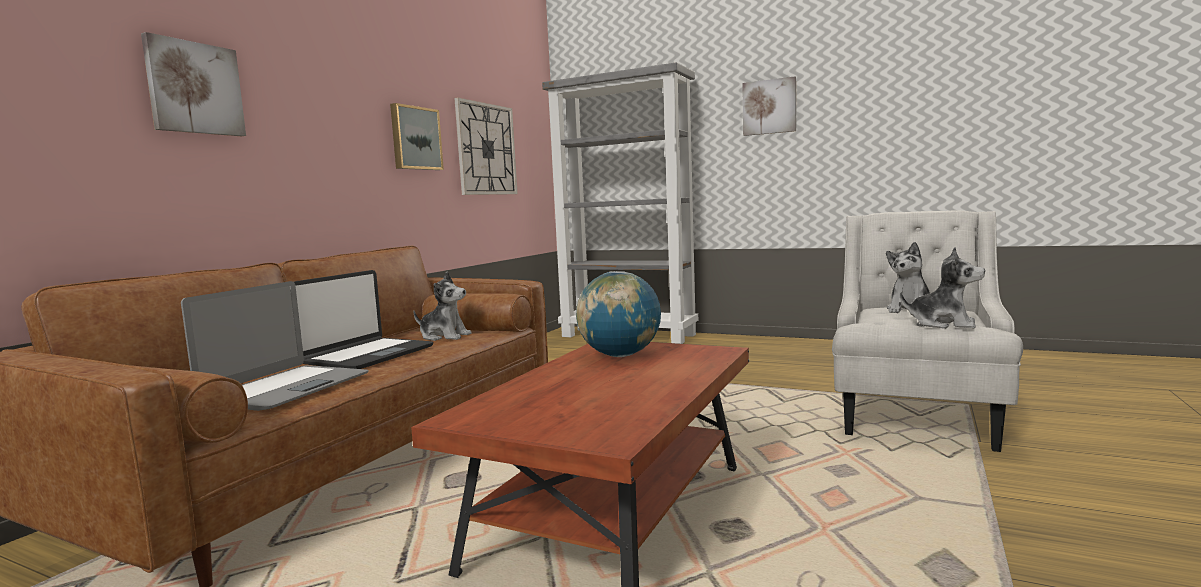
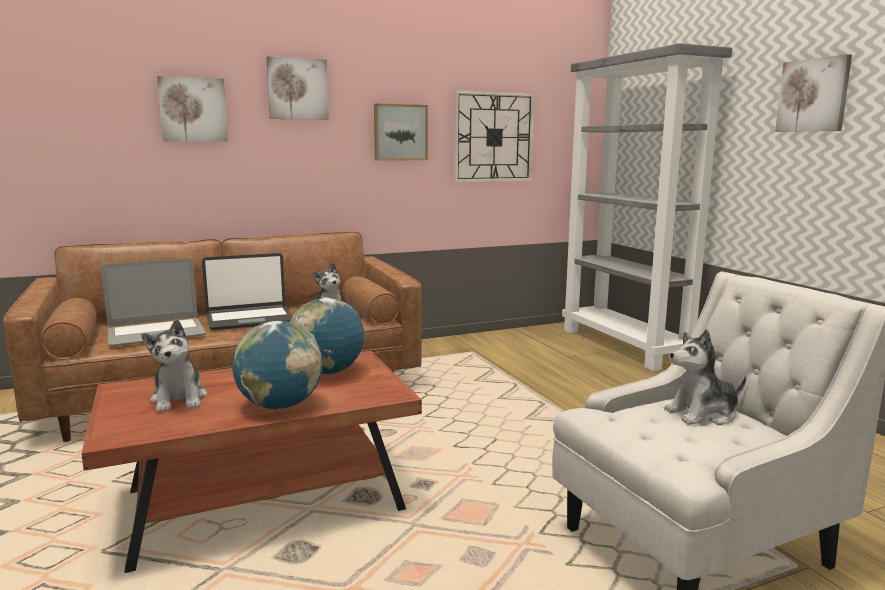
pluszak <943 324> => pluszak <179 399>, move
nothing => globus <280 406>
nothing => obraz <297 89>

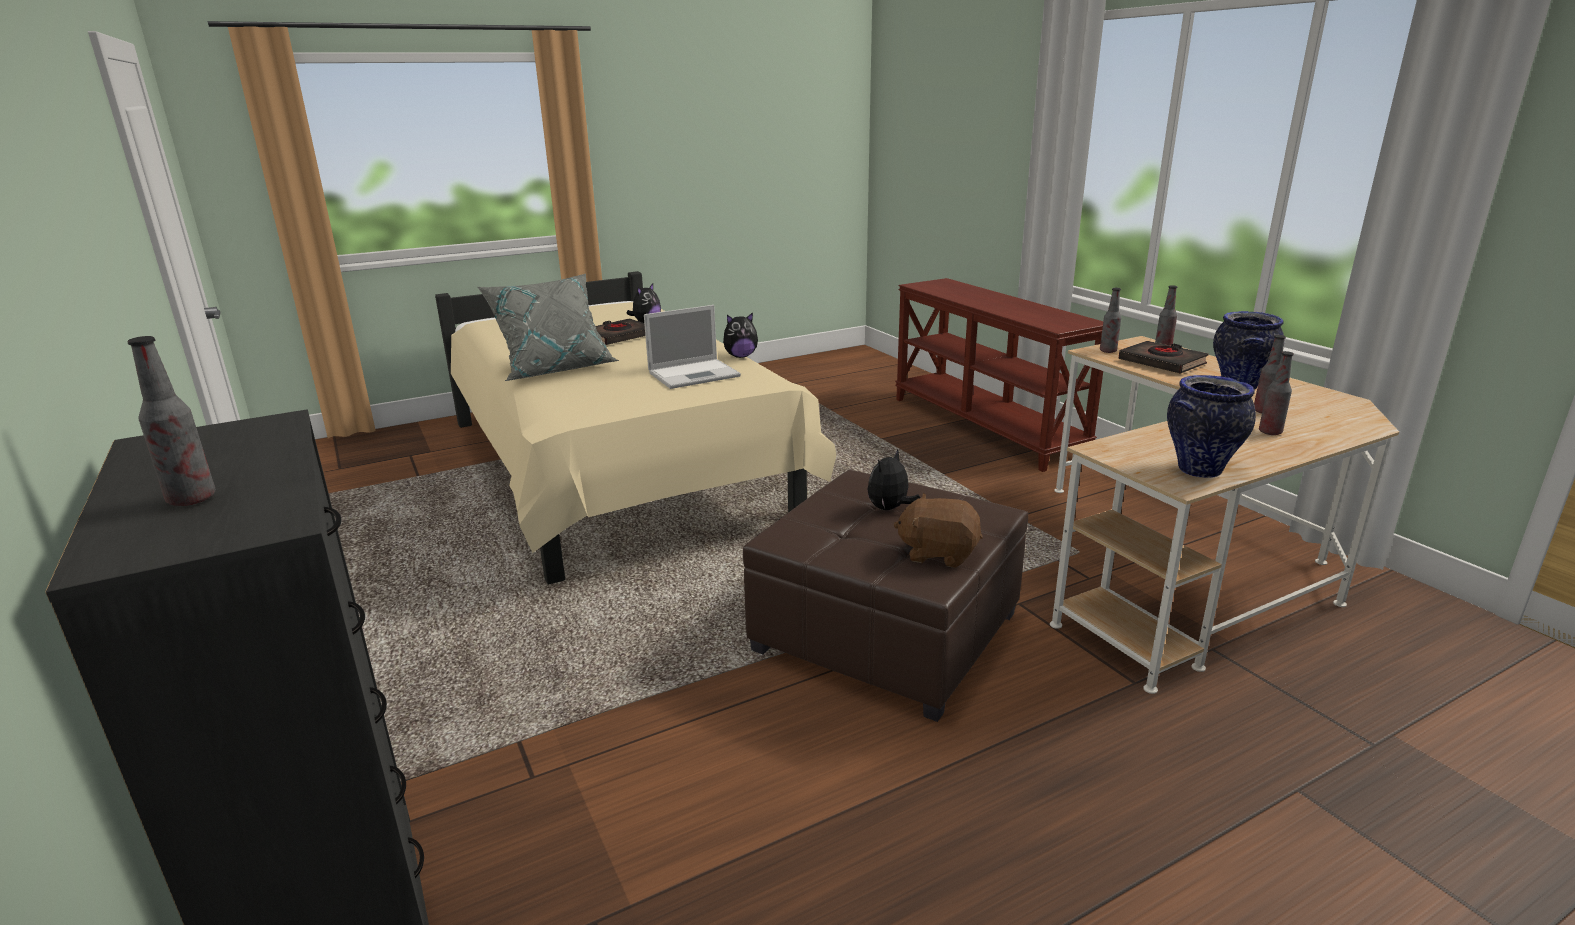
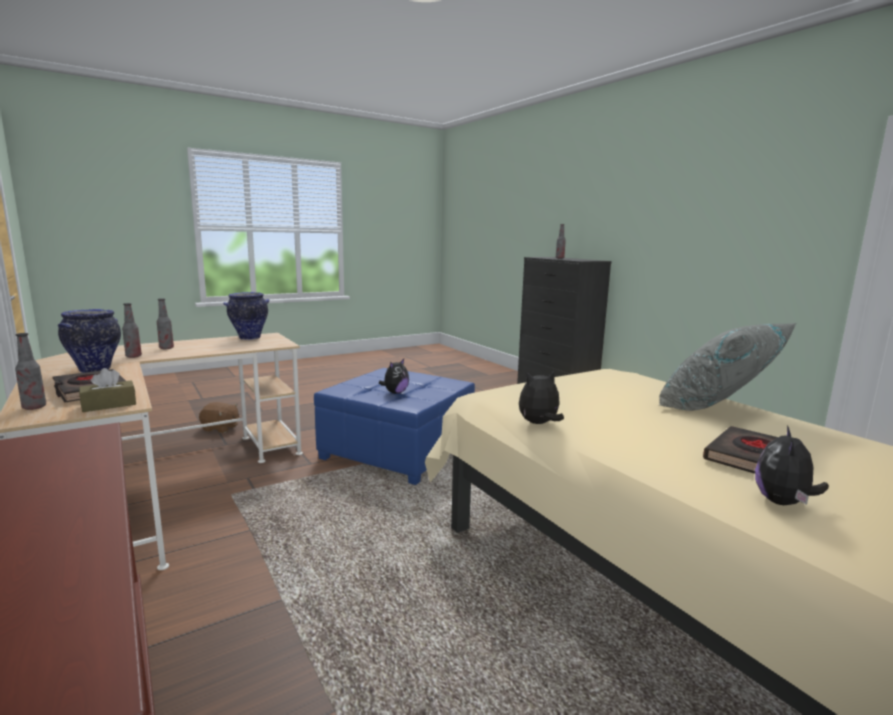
butelka <1108 351> => pudełko chusteczek/brązowy <109 405>
pluszak/brązowy <938 553> => pluszak/brązowy <220 428>, move
pufa/brązowy <887 633> => pufa/niebieski <397 450>
laptop <695 374> => nothing

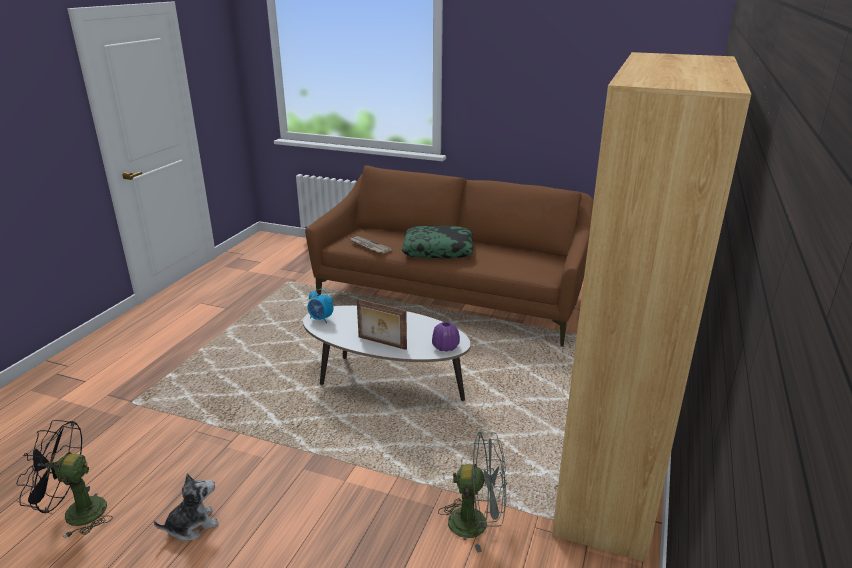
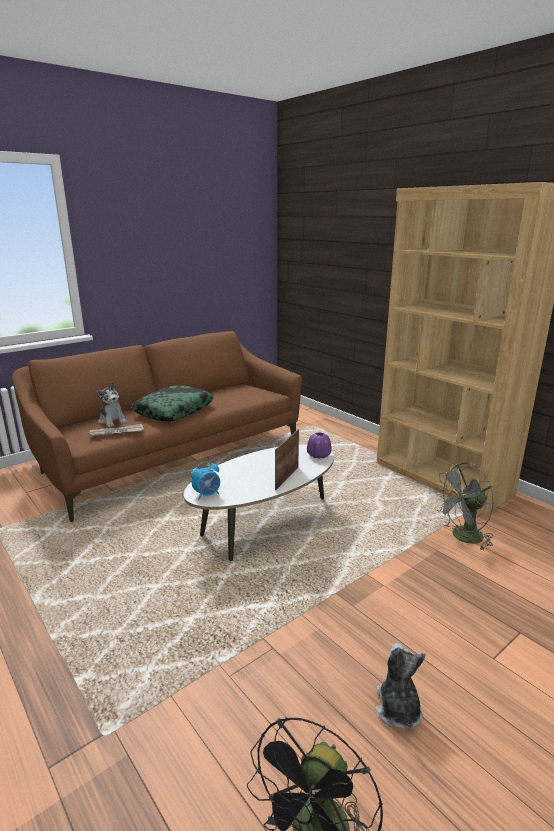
nothing => pluszak <112 421>
ramka na zdjęcie <381 343> => ramka na zdjęcie <286 477>, 150 degrees clockwise
wentylator/szary <477 523> => wentylator/szary <462 538>, 150 degrees counterclockwise

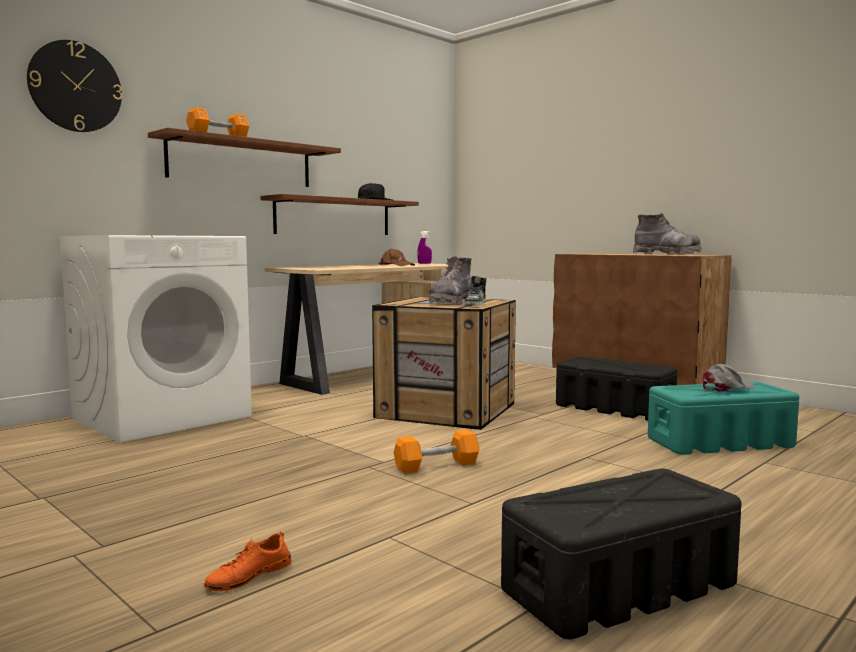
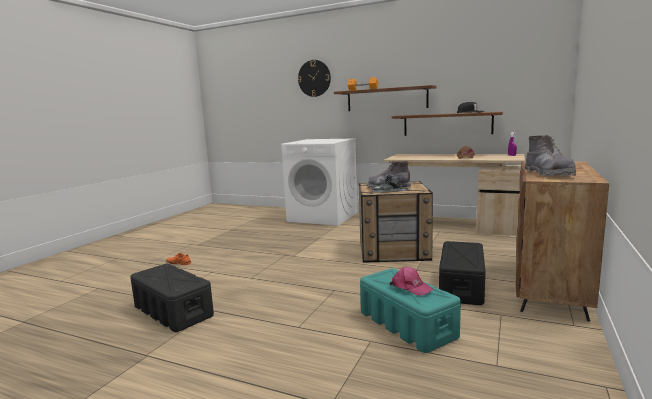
czapka z daszkiem/szary <726 388> => czapka z daszkiem/różowy <411 287>
hantel/pomarańczowy <436 466> => nothing

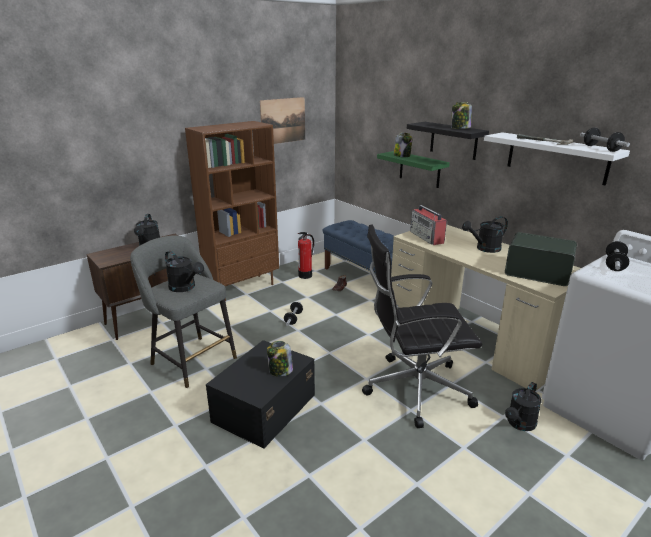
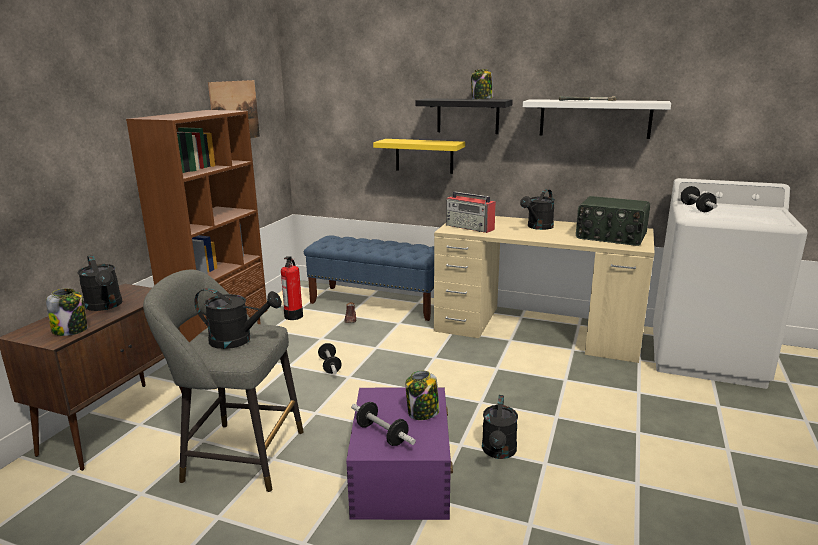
słoik <402 156> => słoik <71 330>, move
pojemnik do przechowywania/czarny <263 408> => pojemnik do przechowywania/fioletowy <400 476>
hantel <601 148> => hantel <382 434>, move
półka/zielony <419 169> => półka/żółty <424 156>
konewka/czarny <519 424> => konewka/czarny <499 452>, move
radio <537 272> => radio <610 237>, 150 degrees counterclockwise
krzesło biurowe/czarny <414 389> => nothing

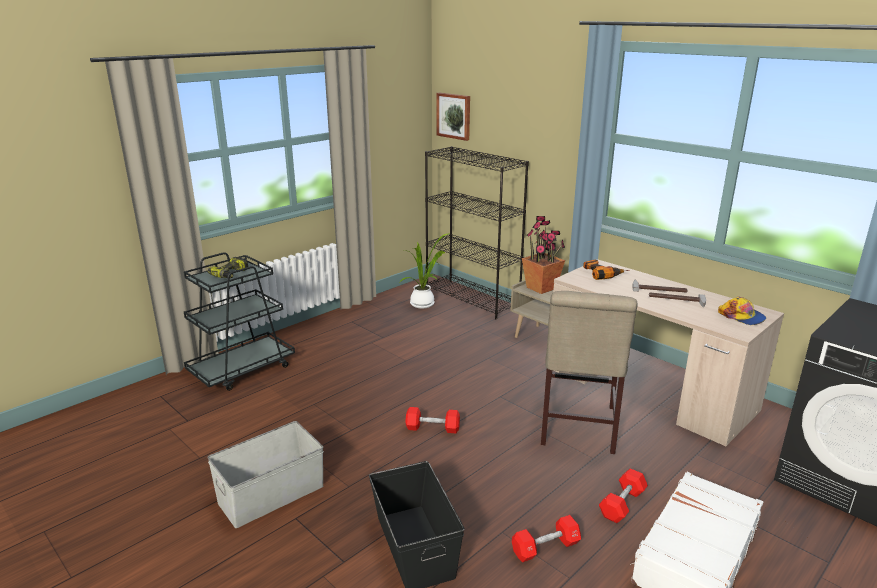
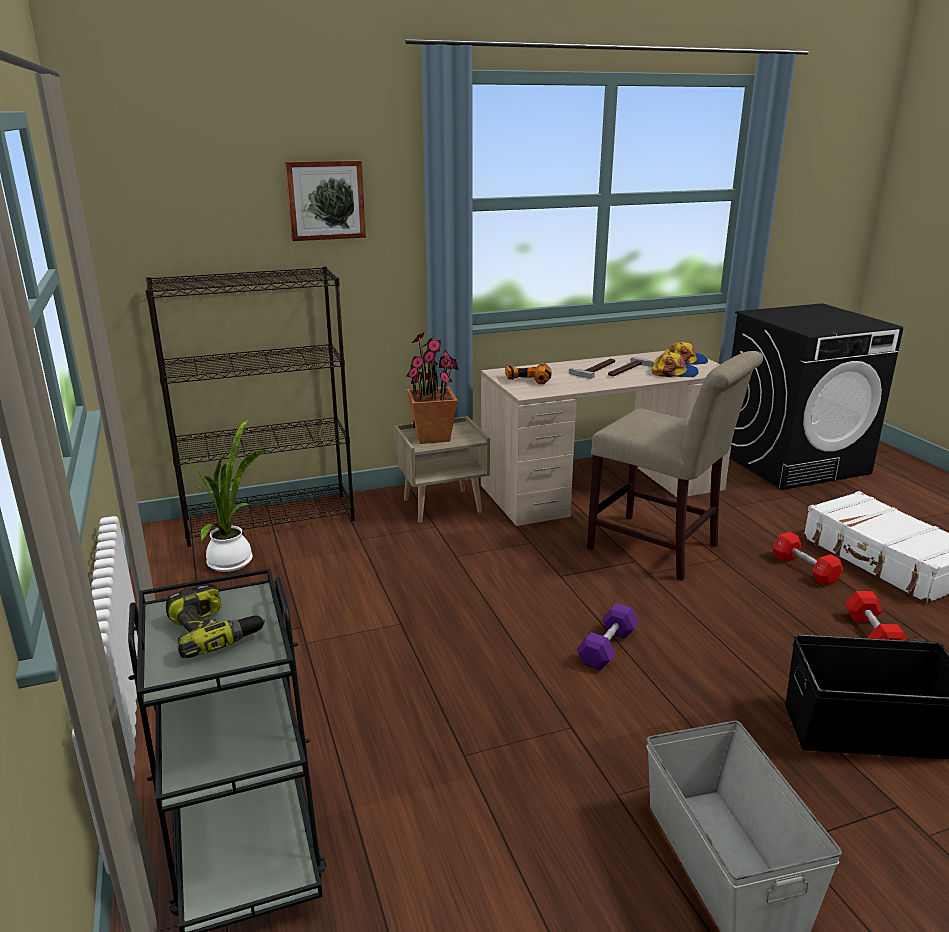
obraz <454 116> => obraz <325 200>, move
hantel/czerwony <432 428> => hantel/fioletowy <607 648>
nothing => czapka z daszkiem <674 372>

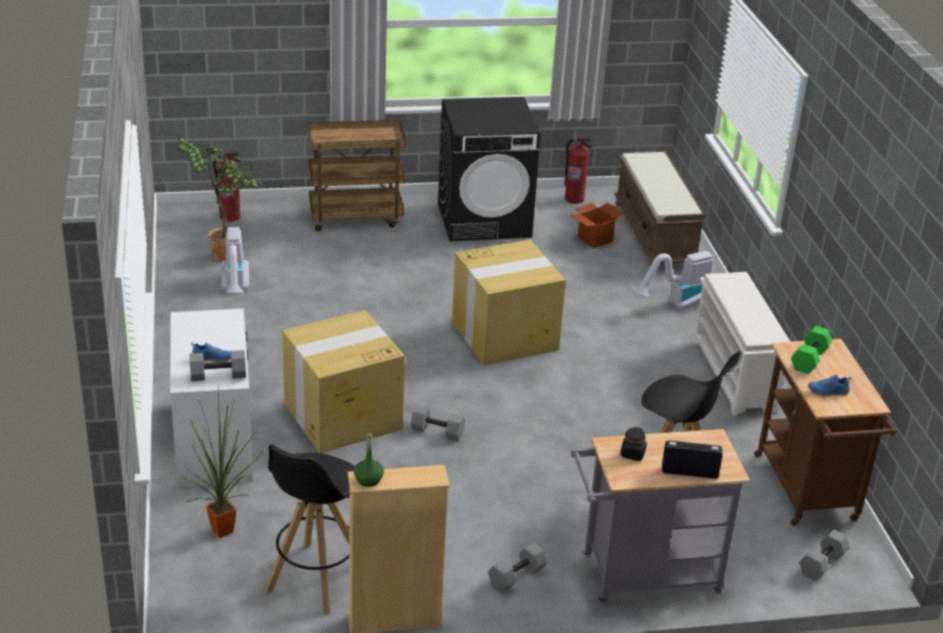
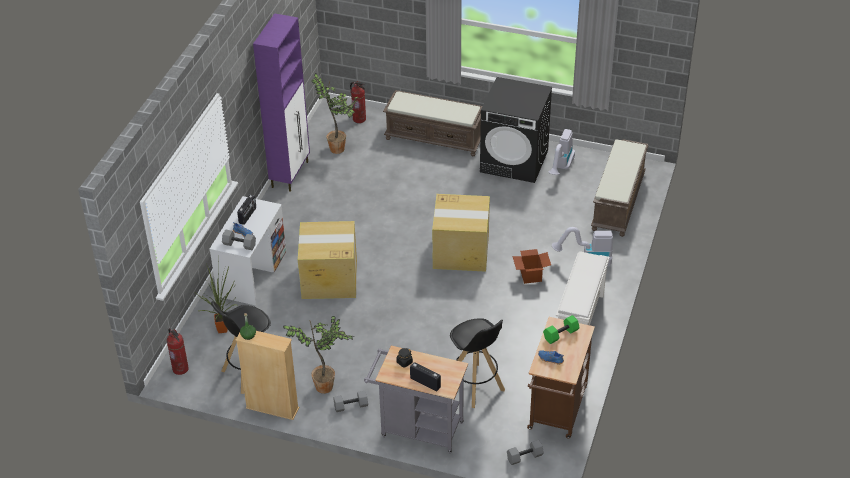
gaśnica <574 199> => gaśnica <180 369>, move
nothing => radio <248 216>
nothing => szafka/fioletowy <290 174>
nothing => roślina doniczkowa <326 385>
wózek/brązowy <356 217> => ławka/brązowy <435 138>
karton <595 239> => karton <531 276>, move
odkurzacz <235 290> => odkurzacz <561 168>, move
hantel/szary <436 432> => nothing

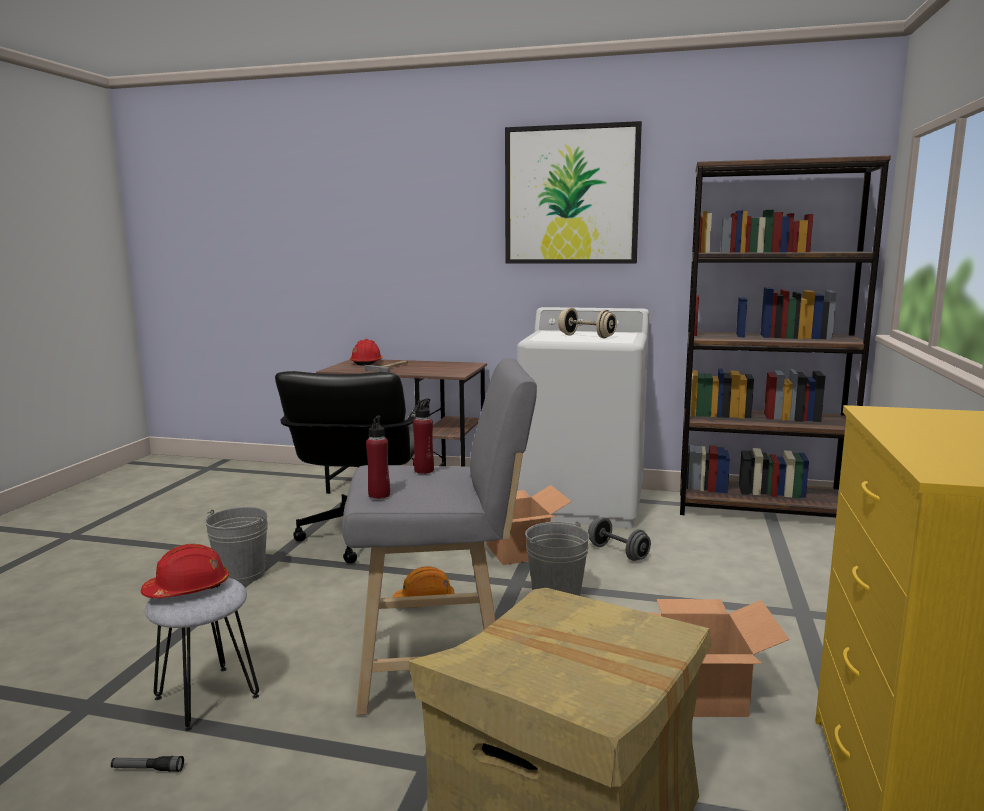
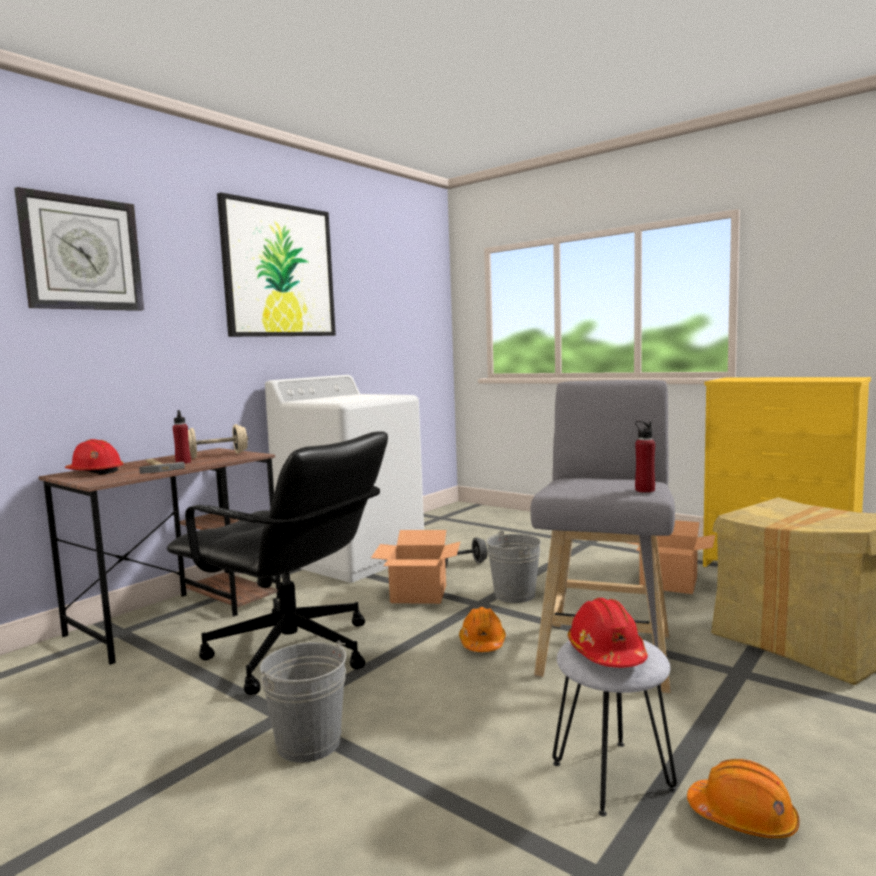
nothing => zegar ścienny <82 254>
butelka/czerwony <424 470> => butelka/czerwony <183 462>, move
hantel/beżowy <586 336> => hantel/beżowy <216 455>, move
latarka <147 769> => kask/pomarańczowy <743 817>
regał/brązowy <759 509> => nothing

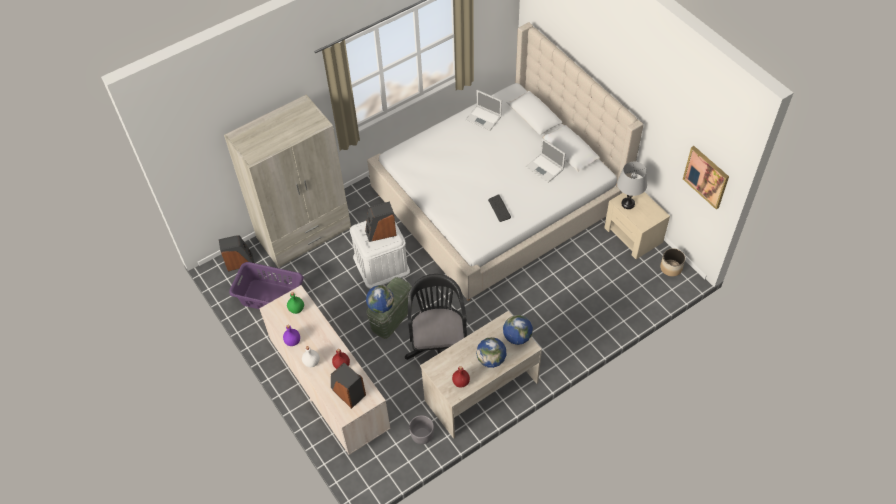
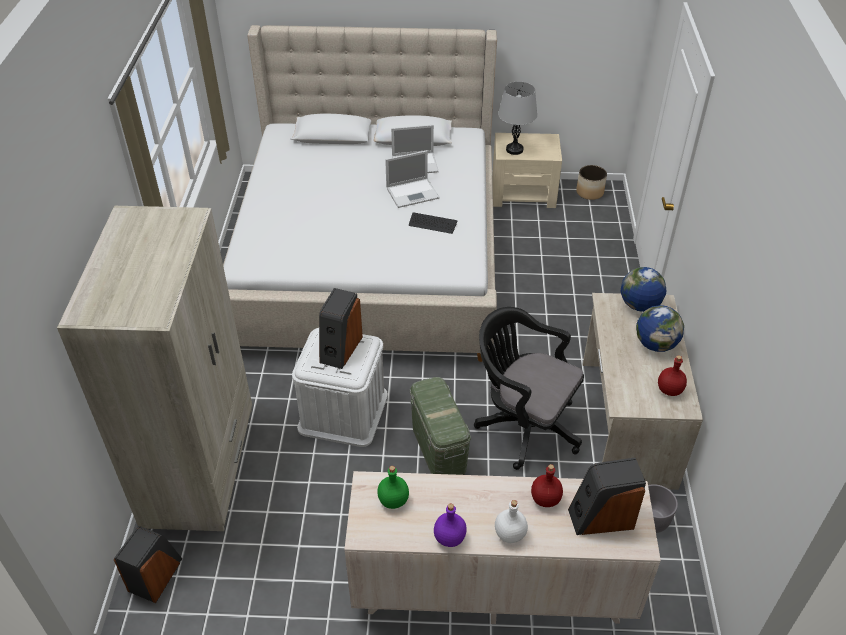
laptop <484 118> => laptop <413 193>, move
kosz na pranie/fioletowy <270 297> => nothing
globus <381 306> => nothing
obraz <706 177> => nothing

